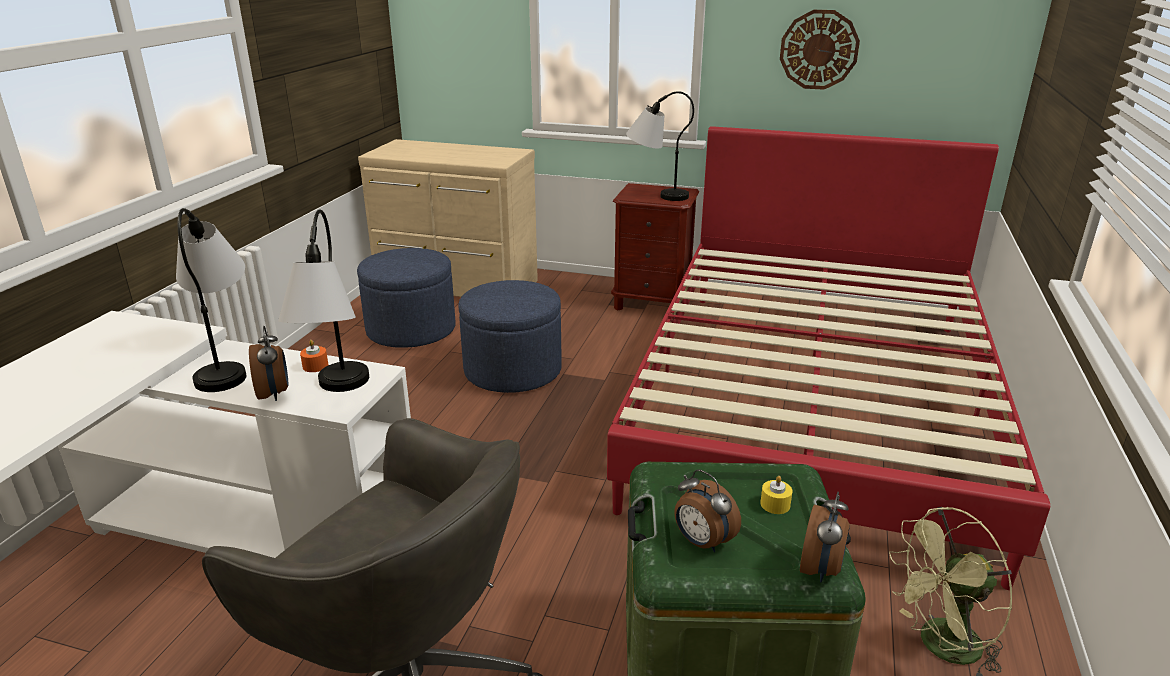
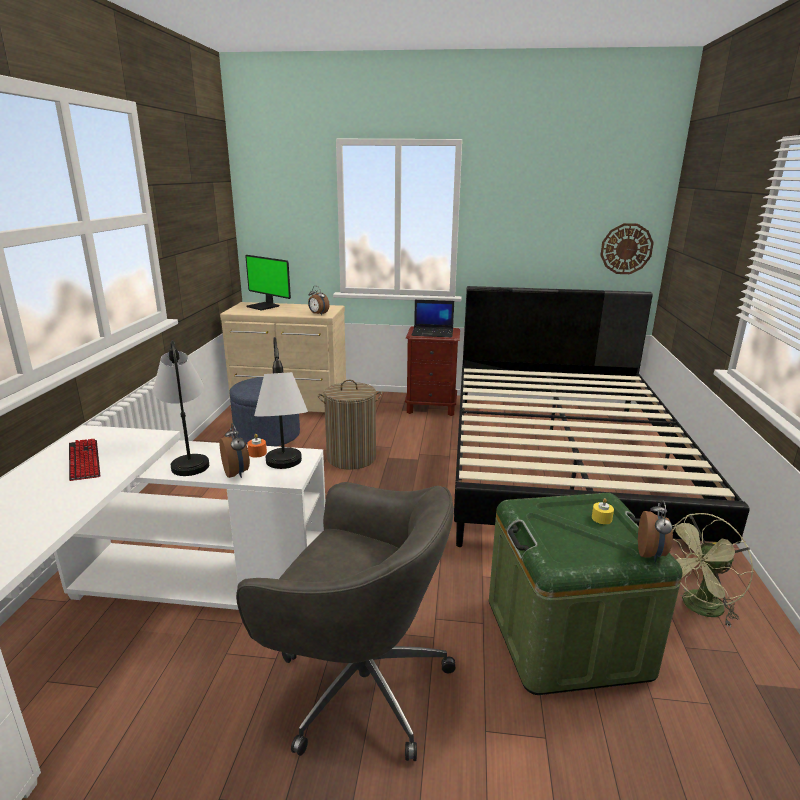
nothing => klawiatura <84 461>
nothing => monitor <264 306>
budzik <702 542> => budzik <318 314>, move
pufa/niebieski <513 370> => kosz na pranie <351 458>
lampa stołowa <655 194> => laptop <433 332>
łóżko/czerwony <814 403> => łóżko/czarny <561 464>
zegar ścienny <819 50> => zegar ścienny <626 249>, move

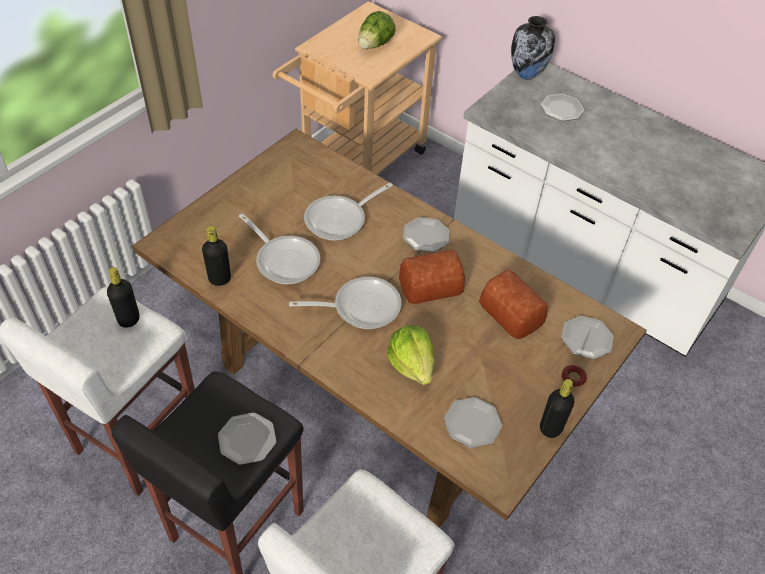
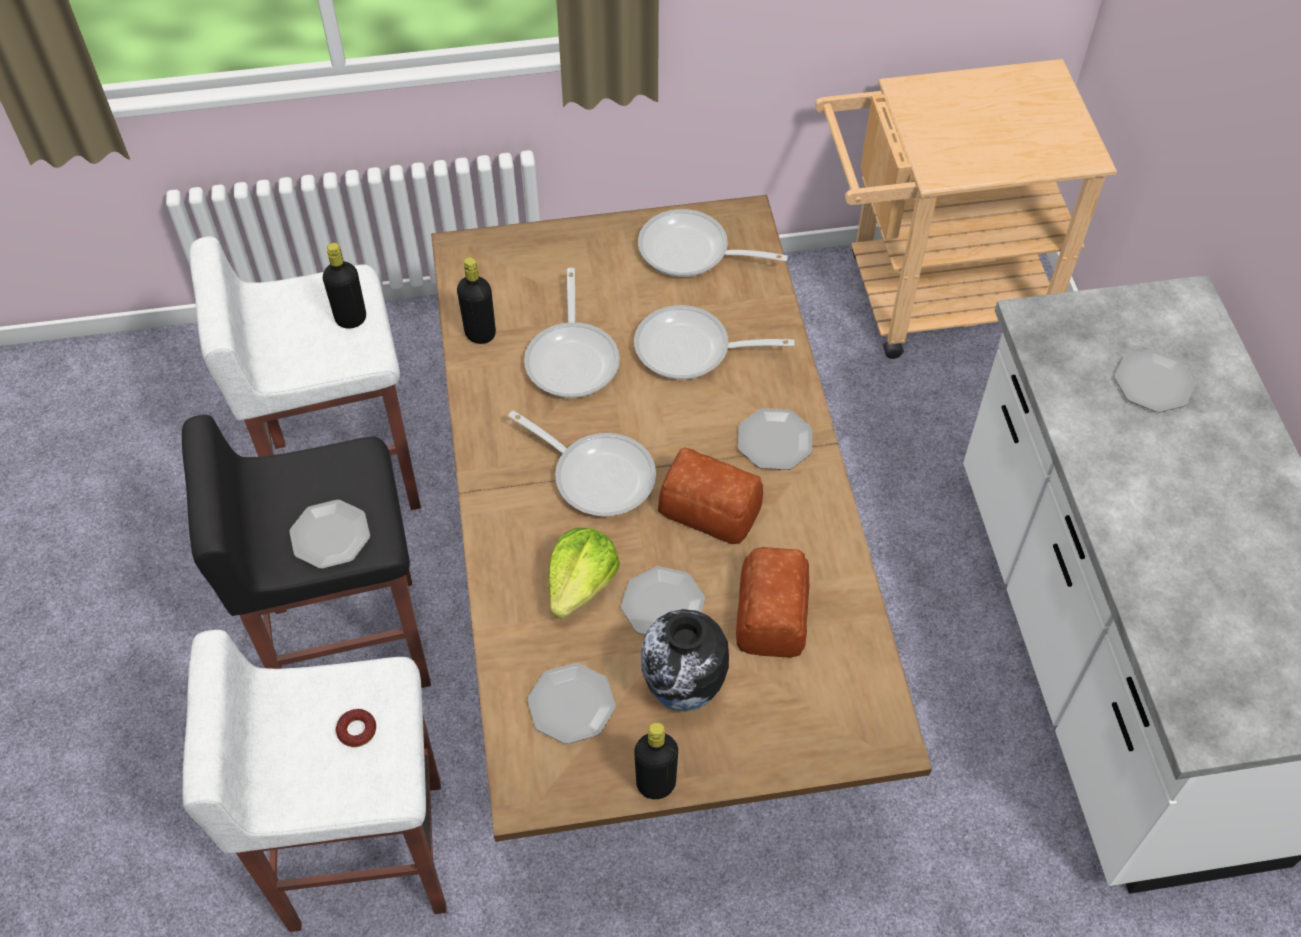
donut <573 378> => donut <357 730>, move
talerz <586 339> => talerz <662 605>, move
nothing => patelnia <692 252>
wazon <527 74> => wazon <683 692>, move
sałata <374 45> => nothing

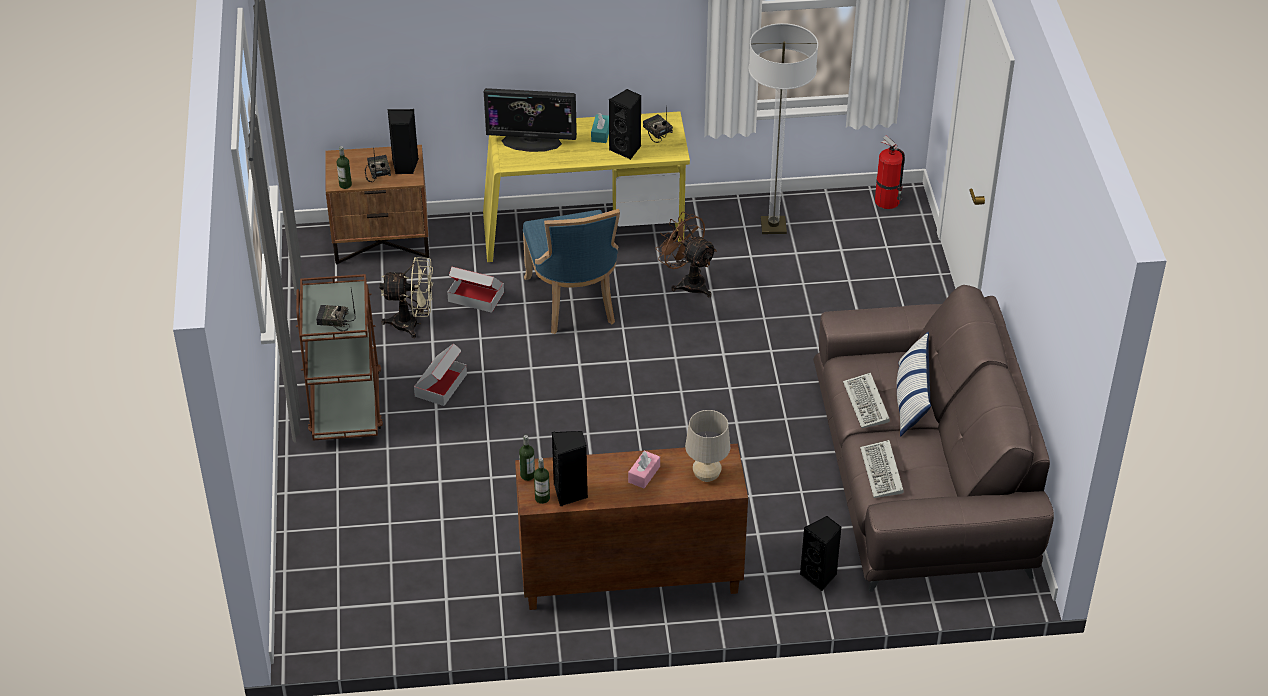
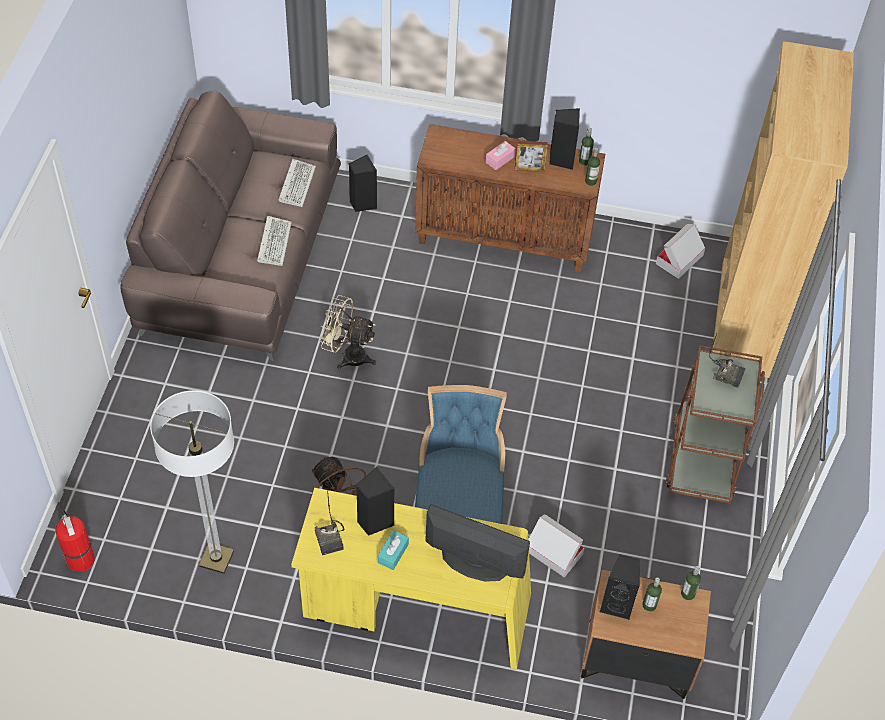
wentylator/beżowy <412 324> => wentylator/beżowy <348 355>, move
nothing => ramka na zdjęcie <529 169>
radio <377 171> => butelka <649 605>
karton <441 385> => karton <679 259>, move
nothing => regał/brązowy <744 318>
lampa stołowa/beżowy <706 476> => nothing
poduszka <911 399> => nothing

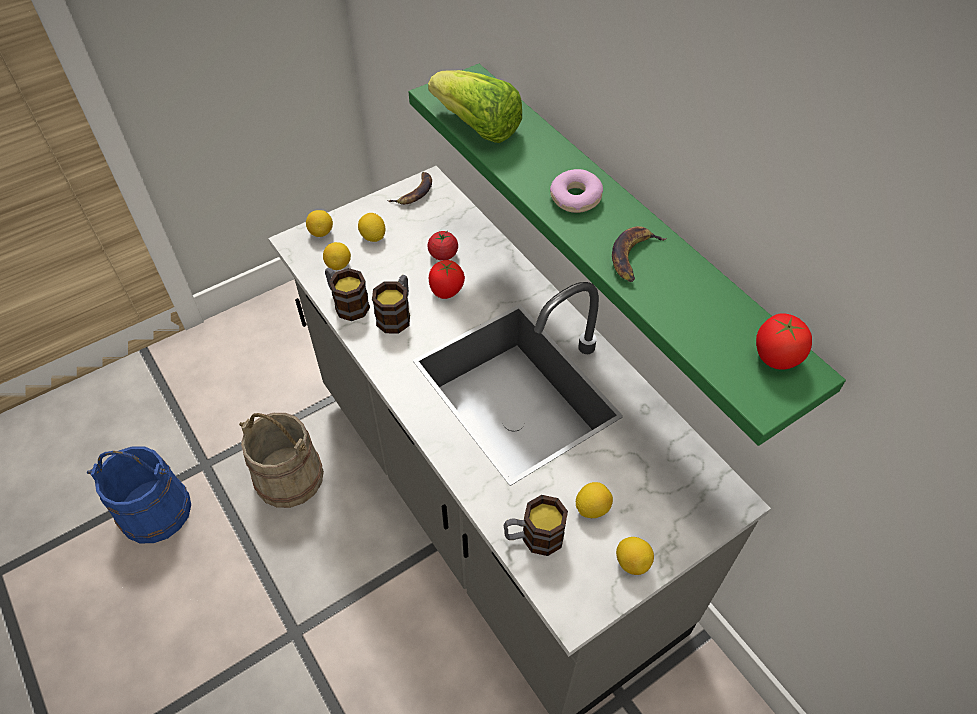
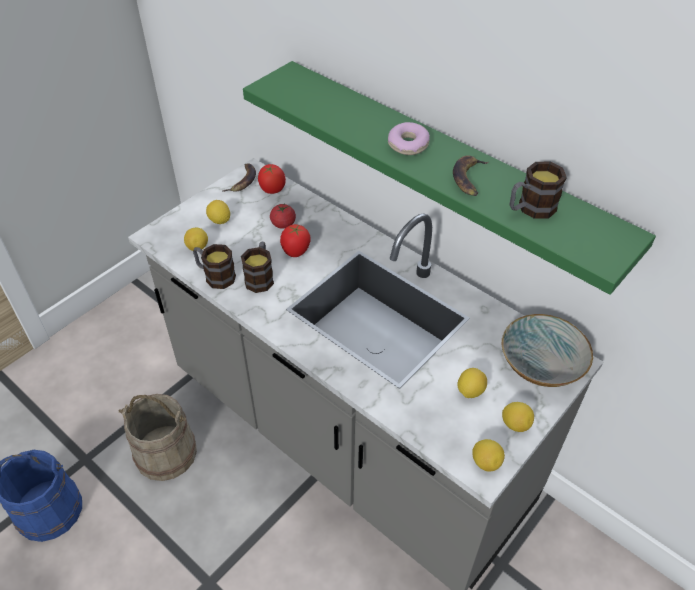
pomidor <775 357> => pomidor <272 189>, move
cytryna <321 232> => cytryna <485 462>, move
nothing => miska <542 364>
kubek <533 537> => kubek <530 209>, move
sałata <477 127> => nothing

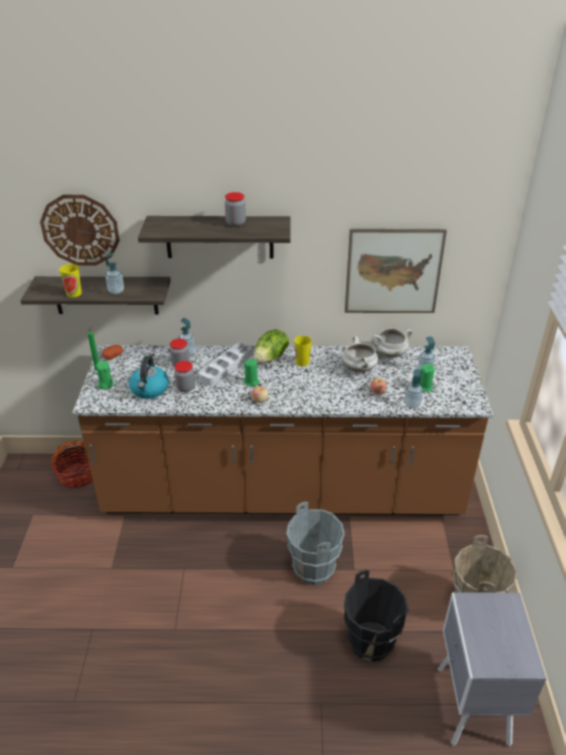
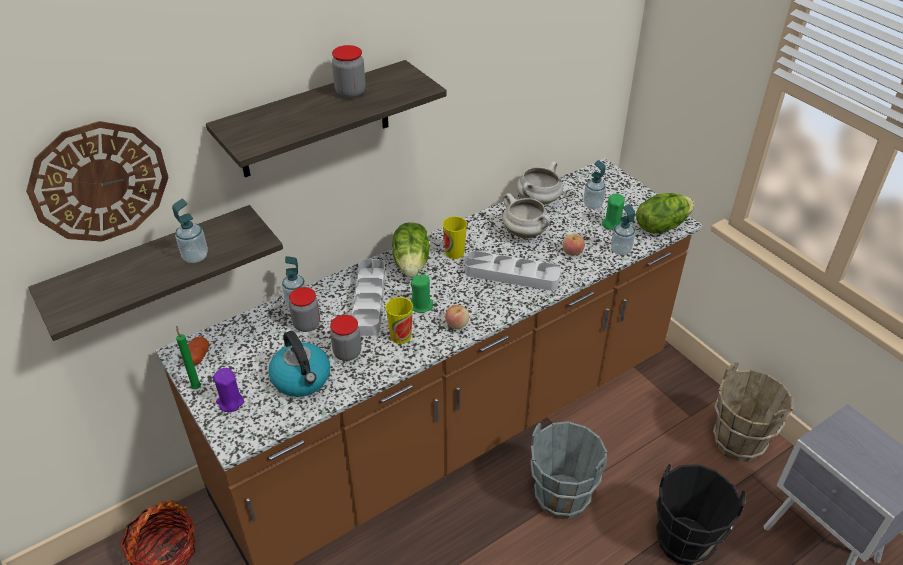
świeca/zielony <105 384> => świeca/fioletowy <230 402>
filiżanka <74 293> => filiżanka <400 336>, move
nothing => taca/szary <512 275>
nothing => sałata <661 226>
obraz <393 271> => nothing

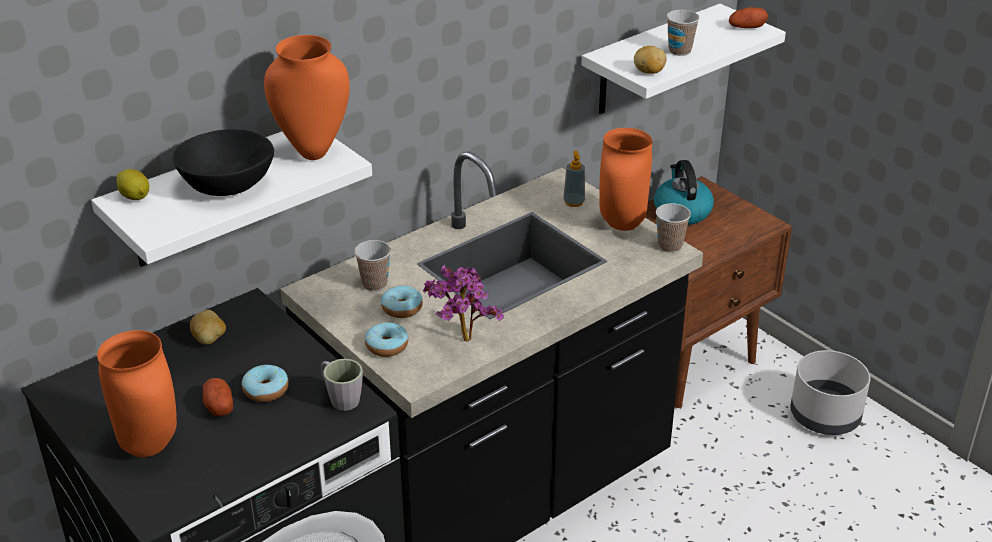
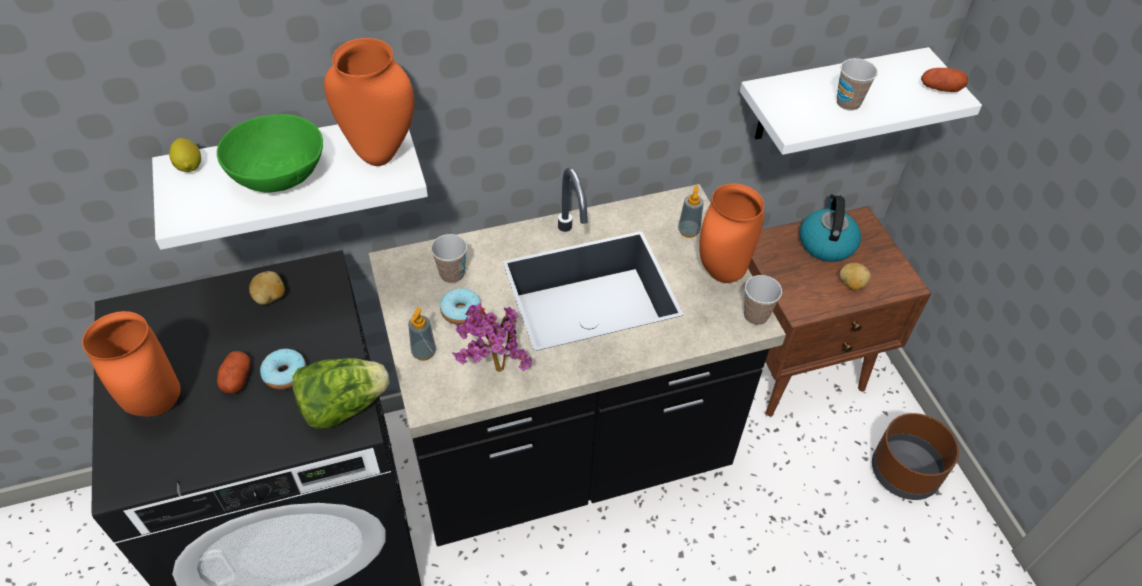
miska/czarny <227 184> => miska/zielony <278 174>
kubek/szary <340 398> => sałata <343 406>
donut <386 346> => dozownik mydła <424 352>
ziemniak <649 72> => ziemniak <851 284>, move
donica/szary <825 416> => donica/brązowy <905 472>

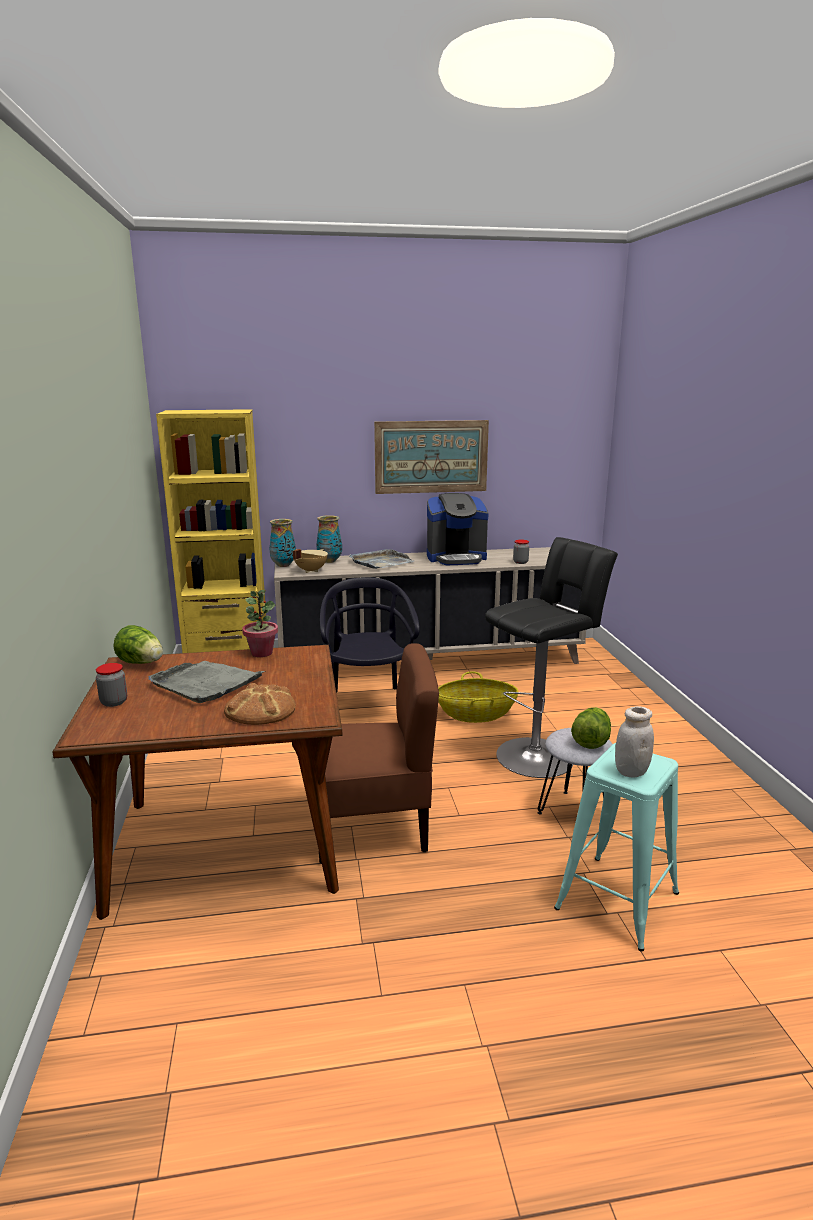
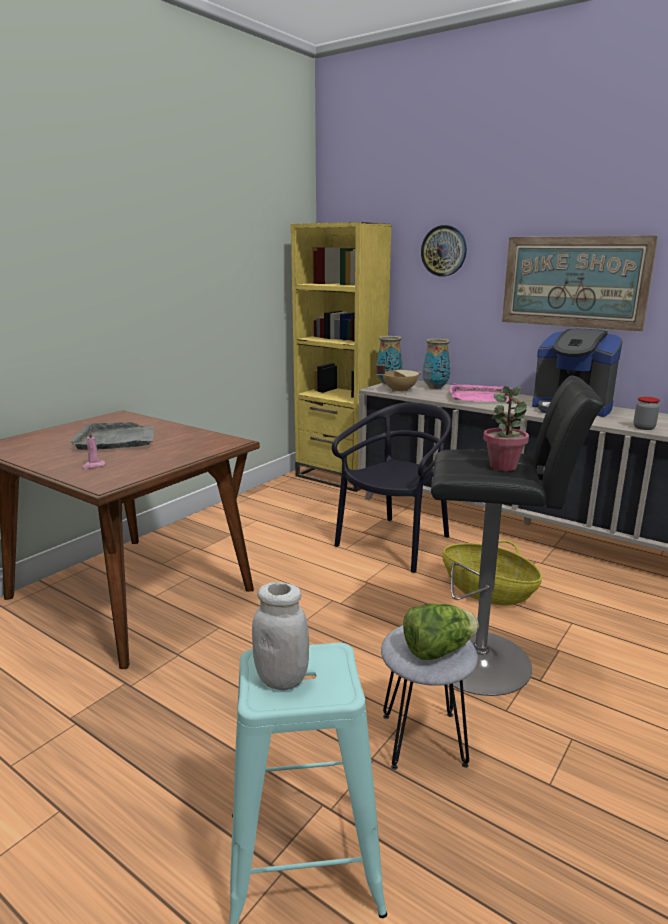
chleb <260 709> => świeca/różowy <93 466>
nothing => zegar ścienny <444 251>
taca/szary <381 562> => taca/różowy <480 397>
roślina doniczkowa <262 653> => roślina doniczkowa <503 466>, move
słoik <114 702> => nothing
sałata <142 663> => nothing
krzesło/brązowy <371 827> => nothing

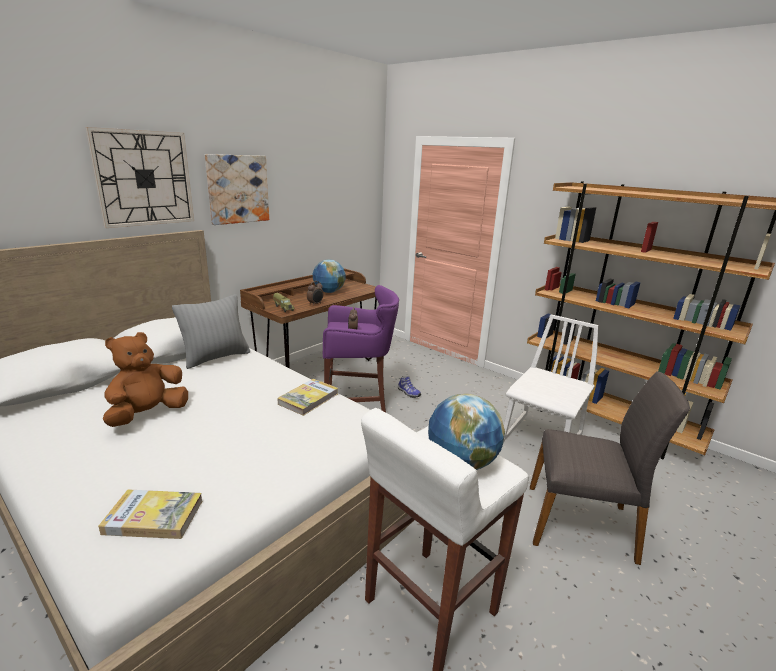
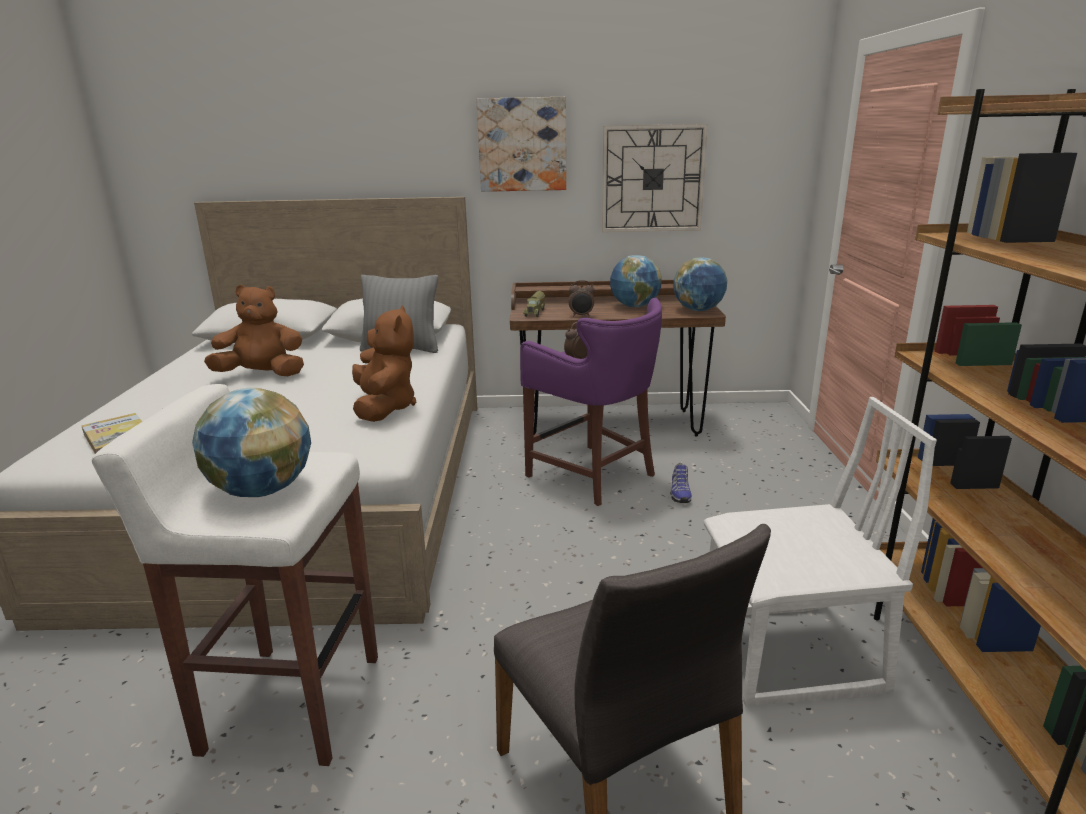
książka <308 399> => pluszak/brązowy <385 408>
zegar ścienny <144 178> => zegar ścienny <652 179>, move
nothing => globus <698 310>

